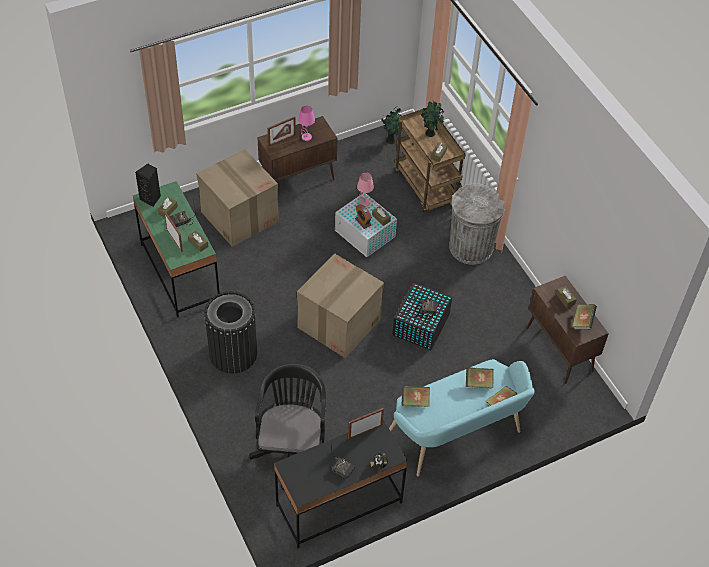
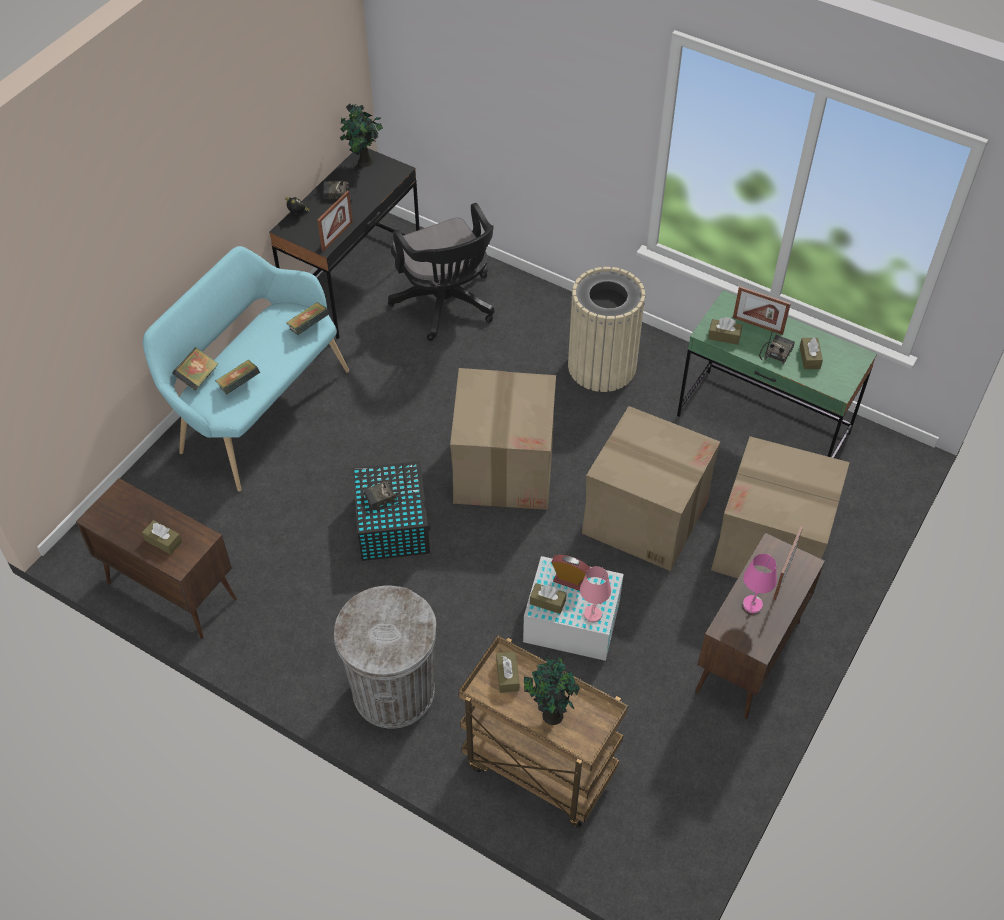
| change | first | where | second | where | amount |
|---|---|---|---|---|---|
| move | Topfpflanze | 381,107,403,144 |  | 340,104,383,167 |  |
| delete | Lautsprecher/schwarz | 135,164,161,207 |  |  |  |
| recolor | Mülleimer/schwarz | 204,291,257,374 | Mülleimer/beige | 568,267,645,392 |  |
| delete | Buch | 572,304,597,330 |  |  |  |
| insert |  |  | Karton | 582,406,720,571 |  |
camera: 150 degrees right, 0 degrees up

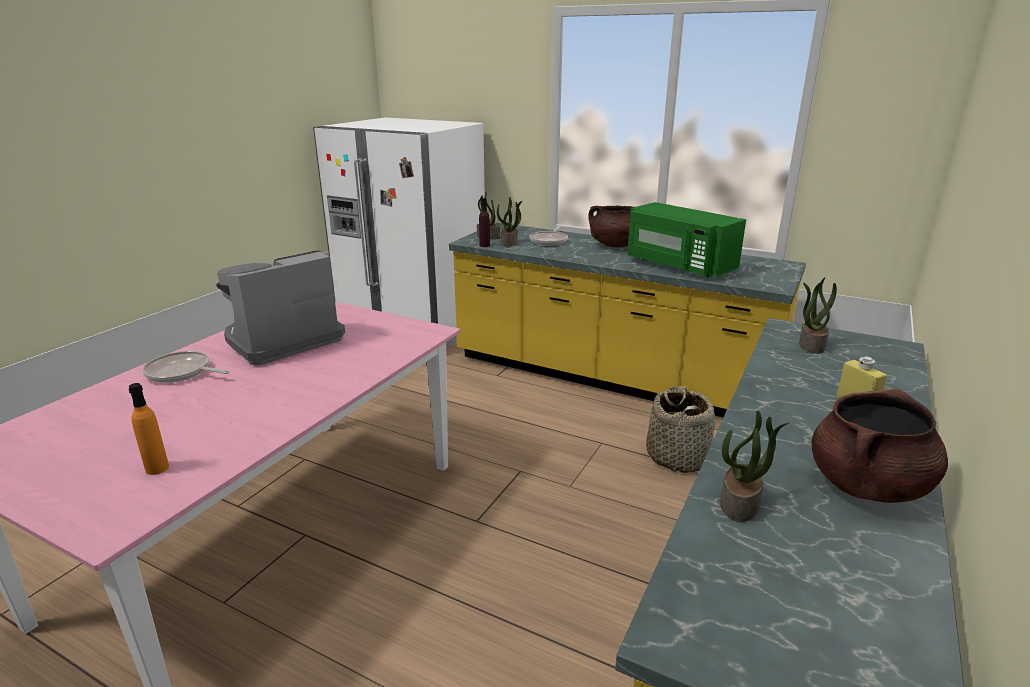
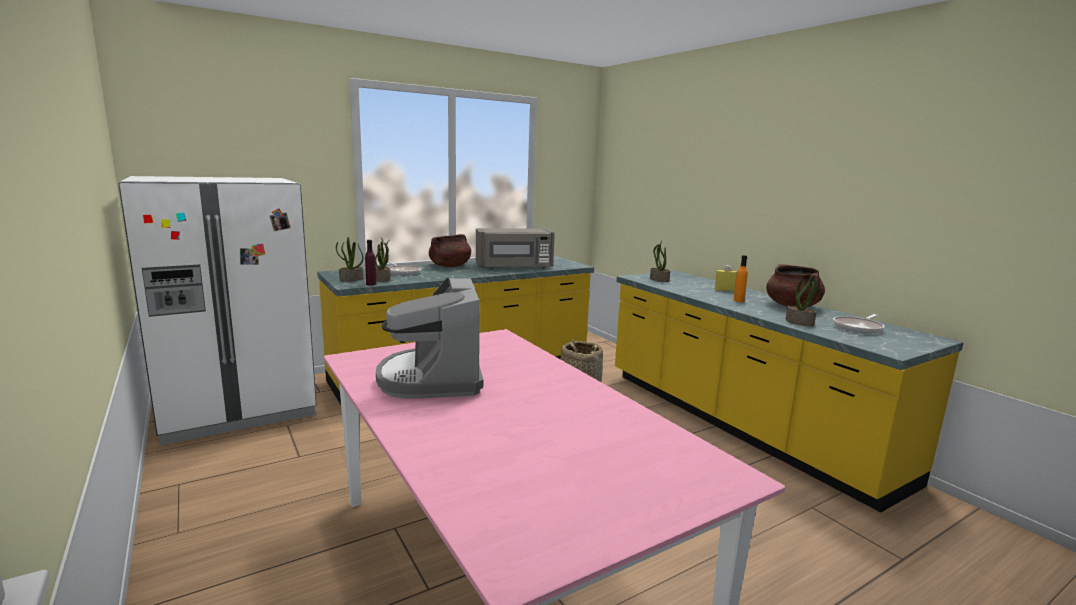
| change | first | where | second | where | amount |
|---|---|---|---|---|---|
| recolor | Mikrowelle/grün | 627,202,746,278 | Mikrowelle/grau | 476,228,555,269 |  |
| move | Pfanne | 142,351,230,383 |  | 833,314,885,334 |  |
| move | Flasche/orange | 129,383,169,475 |  | 734,255,748,302 |  |
camera: 60 degrees left, 10 degrees down

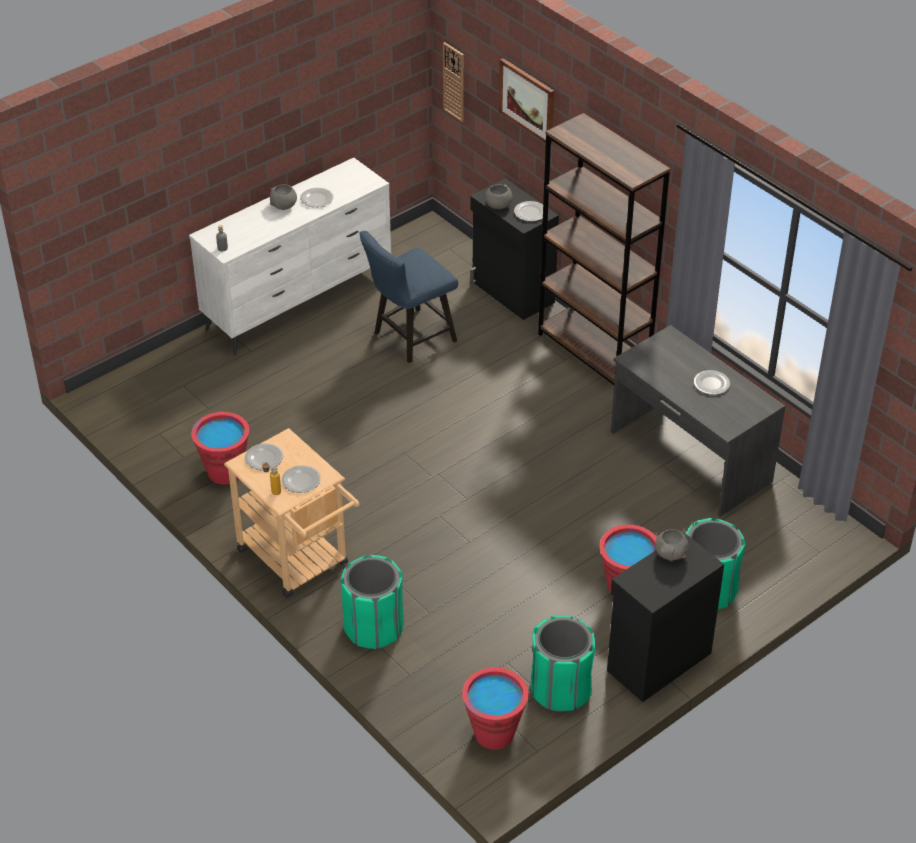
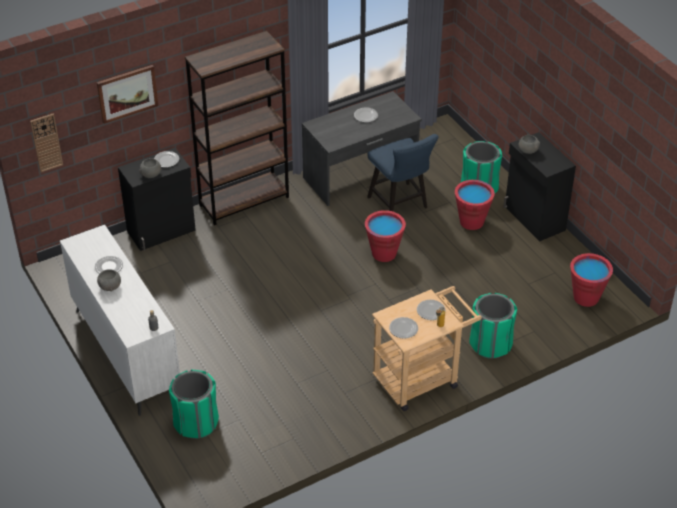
| change | first | where | second | where | amount |
|---|---|---|---|---|---|
| move | Stuhl/blau | 359,231,458,363 |  | 367,134,438,211 |  |
| move | Eimer/rot | 191,412,249,485 |  | 365,210,406,262 |  |
| move | Mülleimer/grün | 531,616,595,712 |  | 169,370,219,439 |  |
camera: 80 degrees left, 0 degrees up

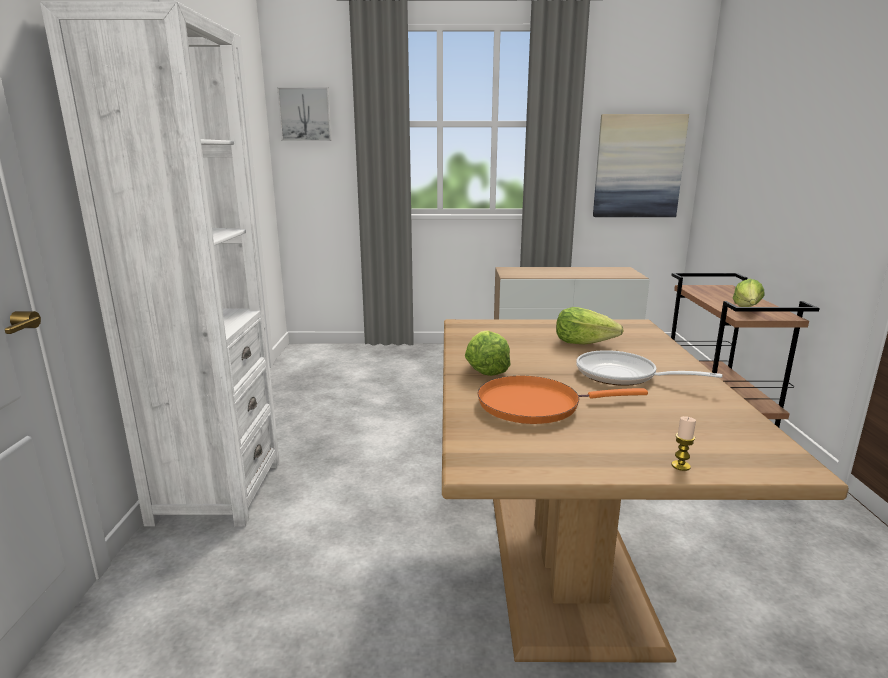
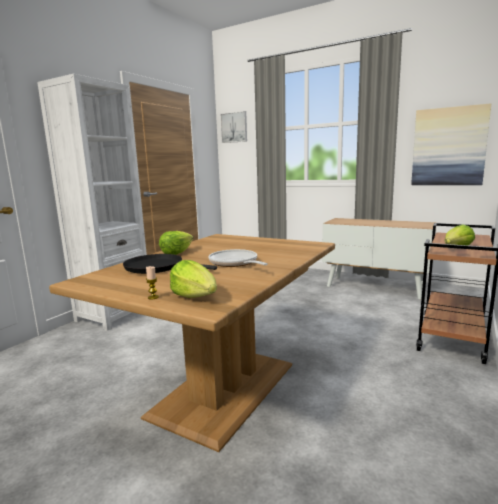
| change | first | where | second | where | amount |
|---|---|---|---|---|---|
| move | Salatkopf | 556,307,624,344 |  | 170,260,217,298 |  |
| recolor | Pfanne/orange | 477,376,648,424 | Pfanne/schwarz | 123,254,217,274 |  |
camera: 30 degrees right, 5 degrees down

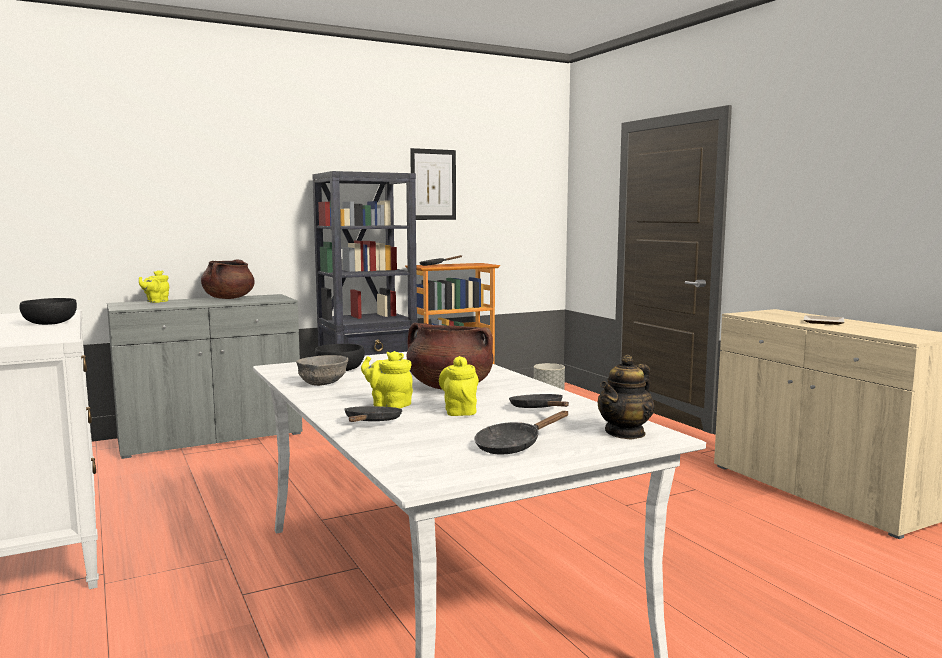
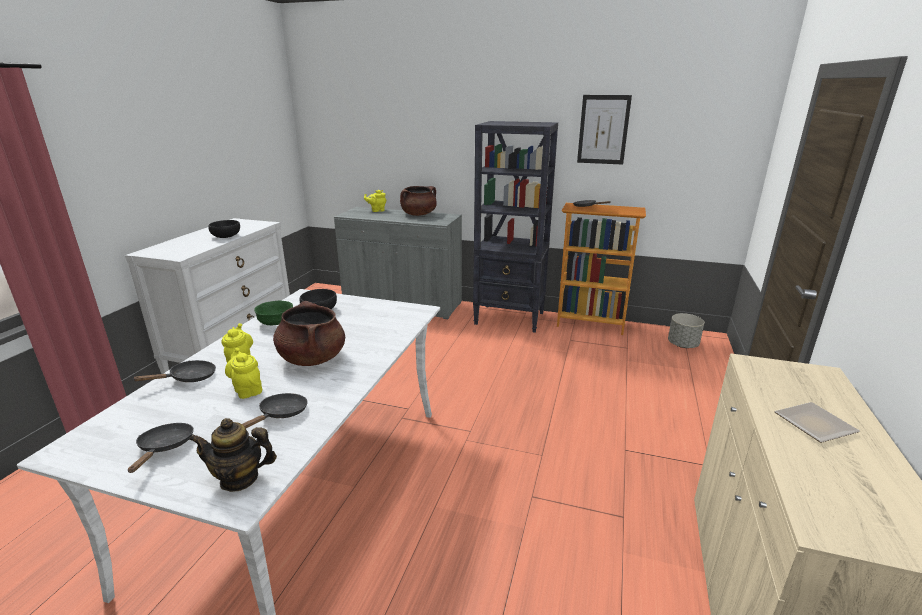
| change | first | where | second | where | amount |
|---|---|---|---|---|---|
| recolor | Schüssel/grau | 296,355,348,386 | Schüssel/grün | 254,301,293,325 |  |
| rotate | Teekanne/gelb | 439,356,479,416 |  | 225,348,262,399 | 75 degrees counterclockwise |
| rotate | Pfanne/schwarz | 474,411,569,454 |  | 128,423,194,473 | 75 degrees clockwise |
camera: 45 degrees right, 15 degrees up

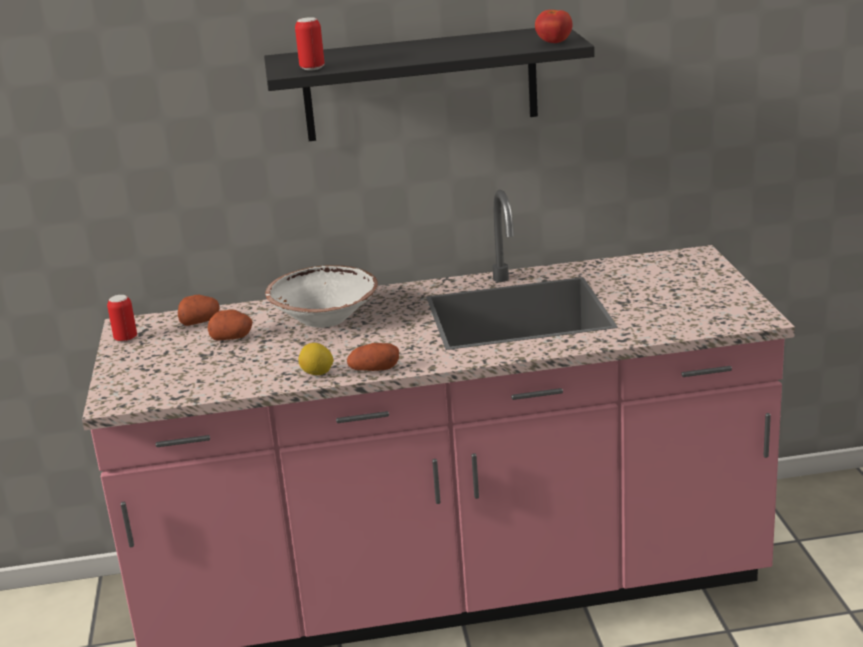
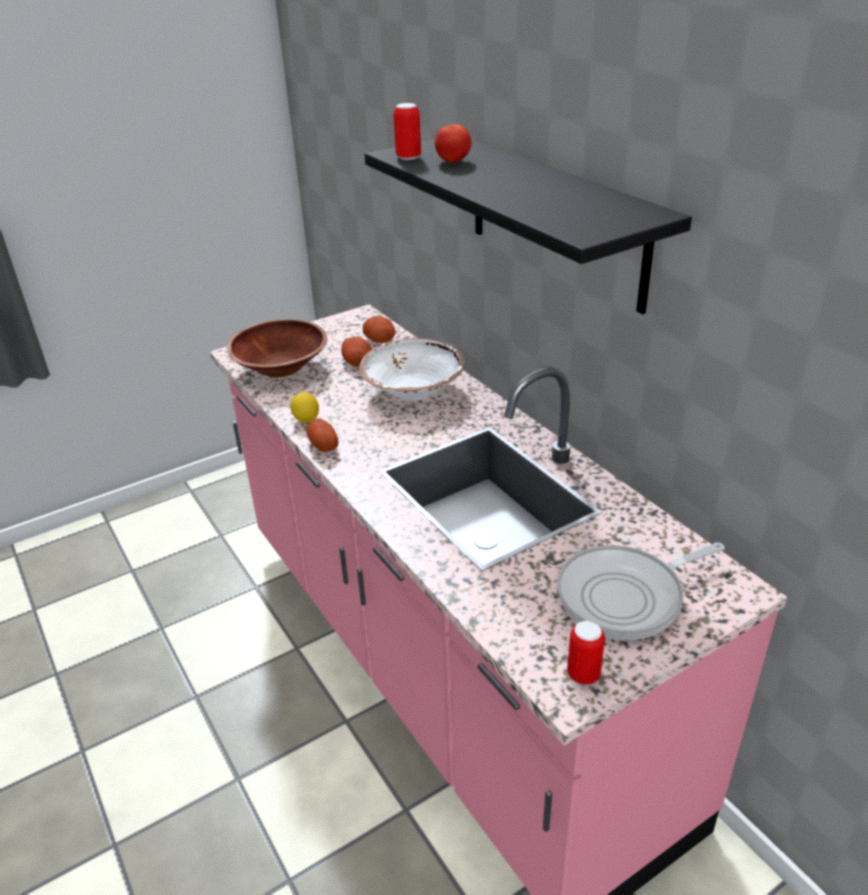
| change | first | where | second | where | amount |
|---|---|---|---|---|---|
| move | Tomate | 535,10,573,43 |  | 435,124,471,163 |  |
| move | Dose | 107,295,137,343 |  | 567,621,605,685 |  |
| insert |  |  | Schüssel/braun | 227,319,327,377 |  |
| insert |  |  | Pfanne | 557,542,725,640 |  |
camera: 65 degrees right, 10 degrees up

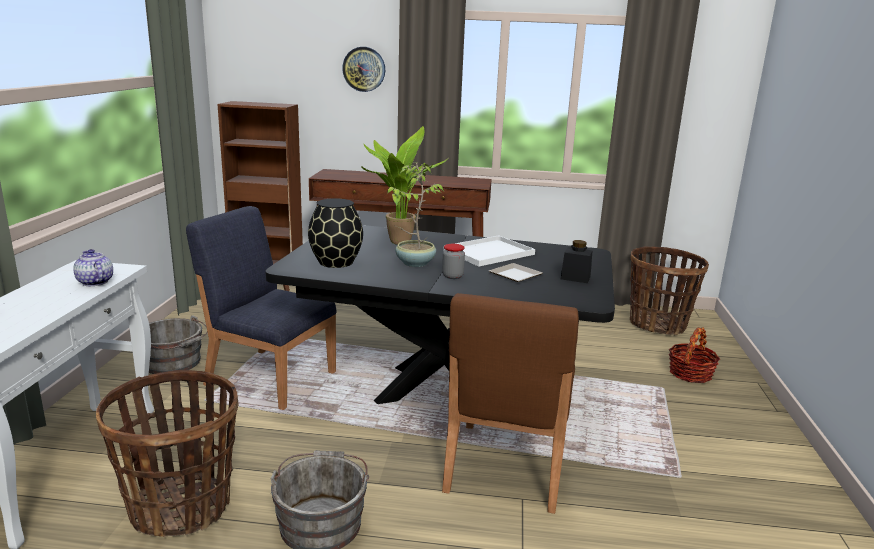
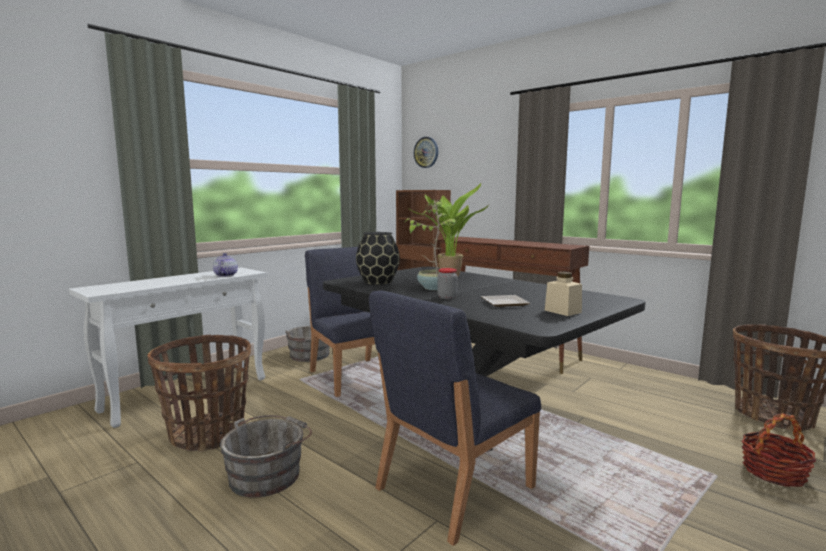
| change | first | where | second | where | amount |
|---|---|---|---|---|---|
| move | Wanduhr | 342,47,385,92 |  | 414,137,438,168 |  |
| delete | Tablett/weiß | 443,235,535,267 |  |  |  |
| recolor | Vorratsglas/schwarz | 561,240,592,283 | Vorratsglas/beige | 544,272,582,316 |  |
| recolor | Stuhl/braun | 442,293,579,514 | Stuhl/blau | 369,291,541,546 |  |
camera: 35 degrees right, 10 degrees down

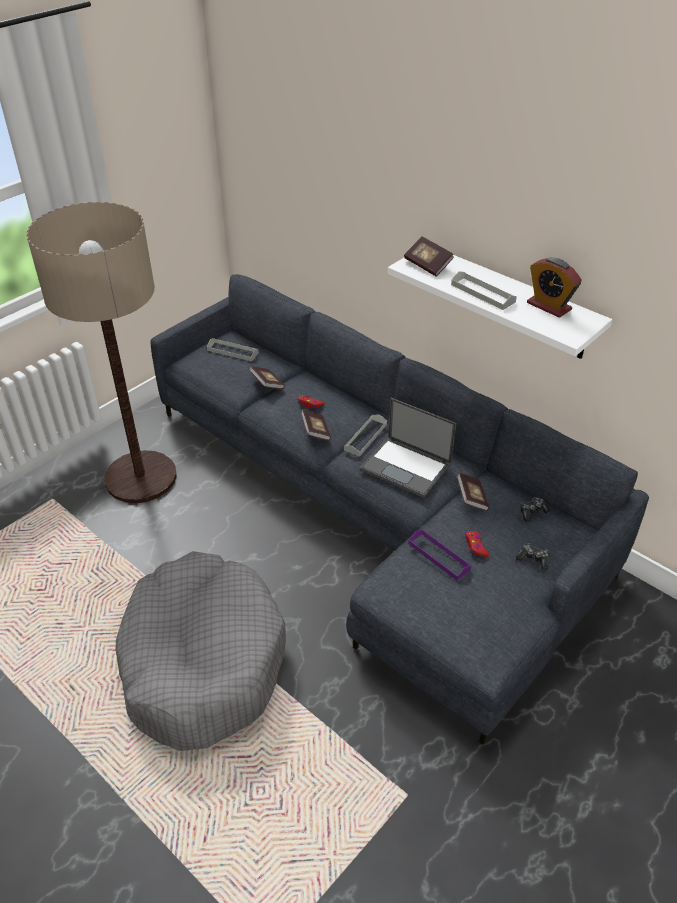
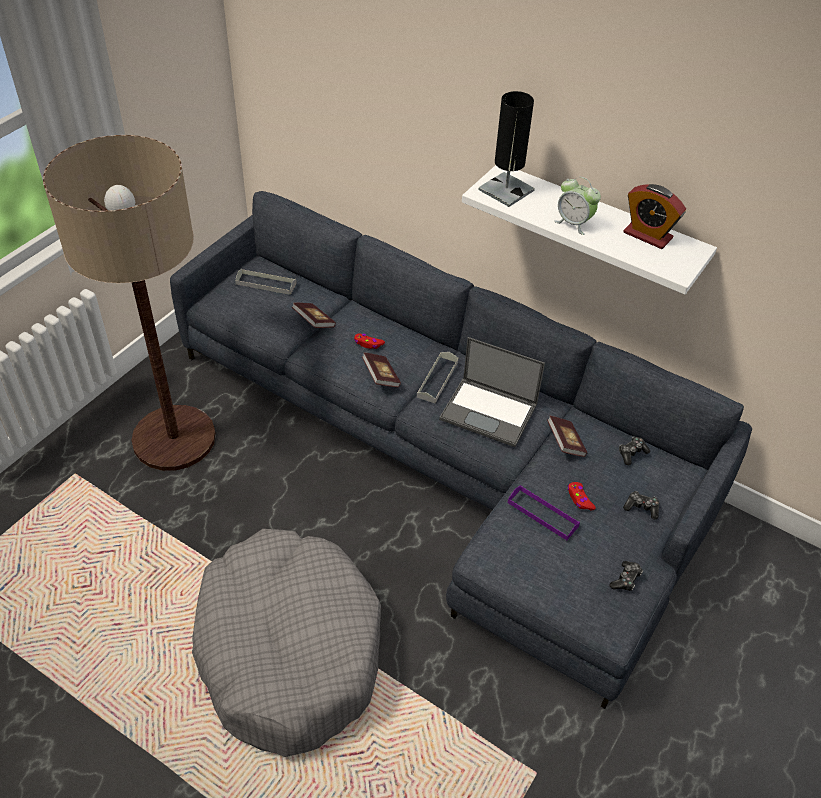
| change | first | where | second | where | amount |
|---|---|---|---|---|---|
| replace | Buch | 404,237,454,277 | Tischlampe/schwarz | 478,91,535,207 |  |
| replace | Tablett/grau | 451,271,517,310 | Wecker | 554,177,601,235 |  |
| insert |  |  | Gamepad | 609,561,643,591 |  |
camera: 10 degrees left, 5 degrees up

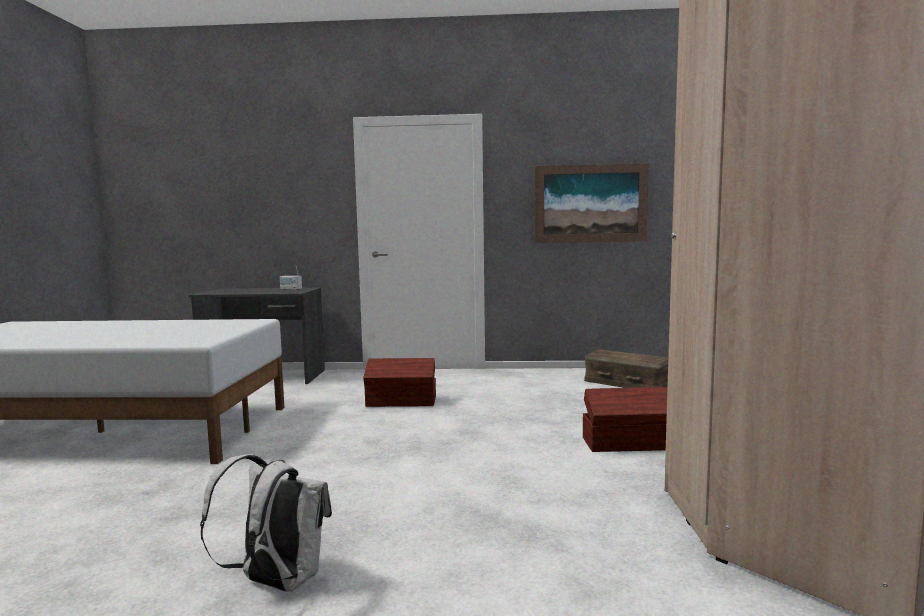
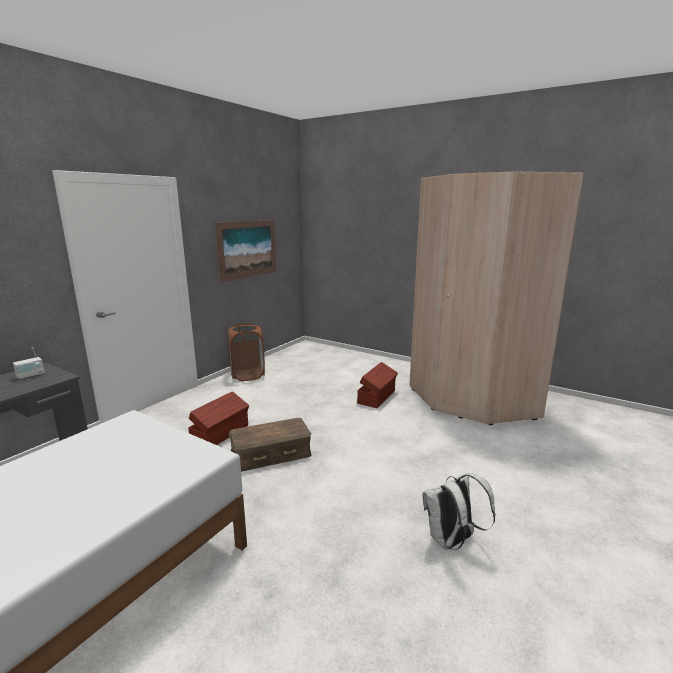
| change | first | where | second | where | amount |
|---|---|---|---|---|---|
| move | Aufbewahrungsbox/braun | 584,350,668,388 |  | 229,418,311,472 |  |
| insert |  |  | Wäschekorb/braun | 228,323,265,381 |  |
camera: 60 degrees left, 10 degrees up

